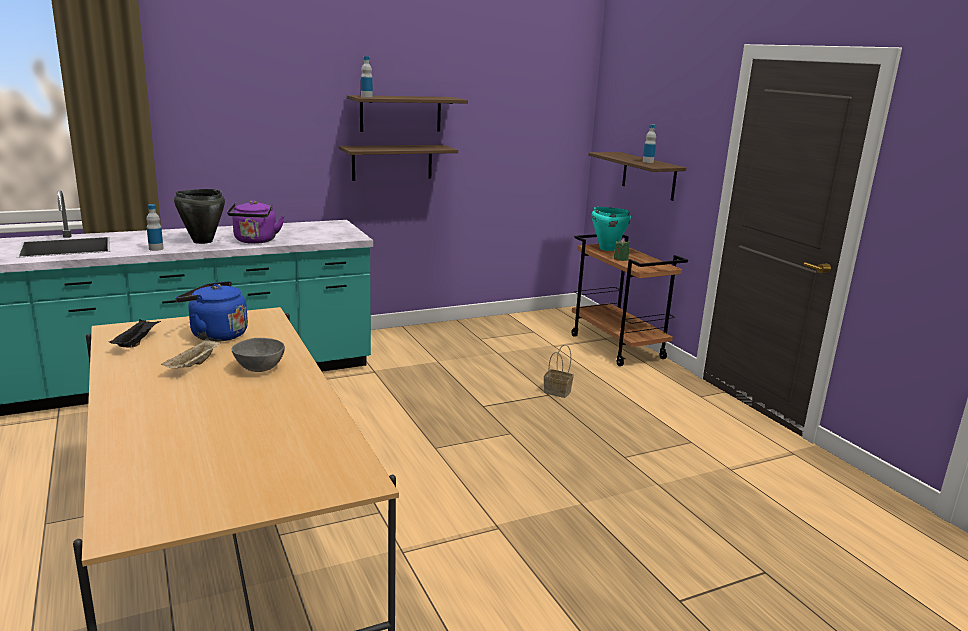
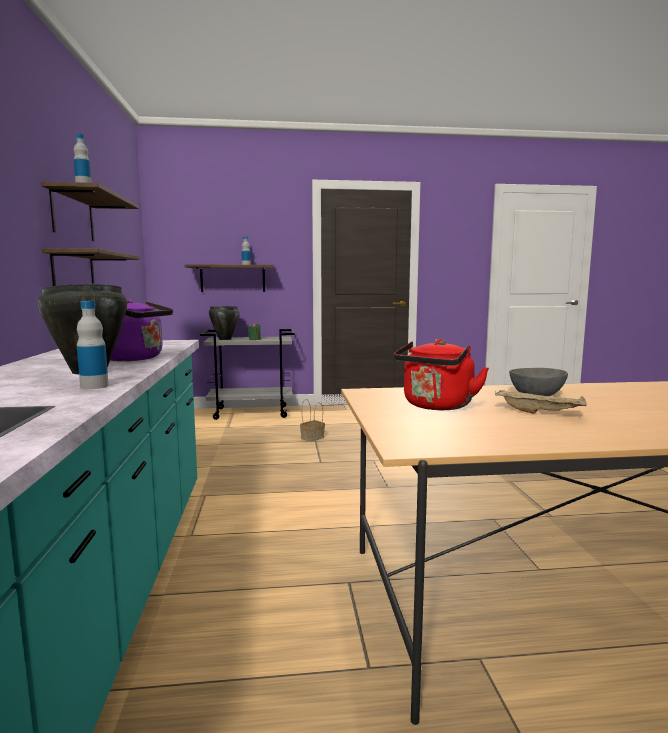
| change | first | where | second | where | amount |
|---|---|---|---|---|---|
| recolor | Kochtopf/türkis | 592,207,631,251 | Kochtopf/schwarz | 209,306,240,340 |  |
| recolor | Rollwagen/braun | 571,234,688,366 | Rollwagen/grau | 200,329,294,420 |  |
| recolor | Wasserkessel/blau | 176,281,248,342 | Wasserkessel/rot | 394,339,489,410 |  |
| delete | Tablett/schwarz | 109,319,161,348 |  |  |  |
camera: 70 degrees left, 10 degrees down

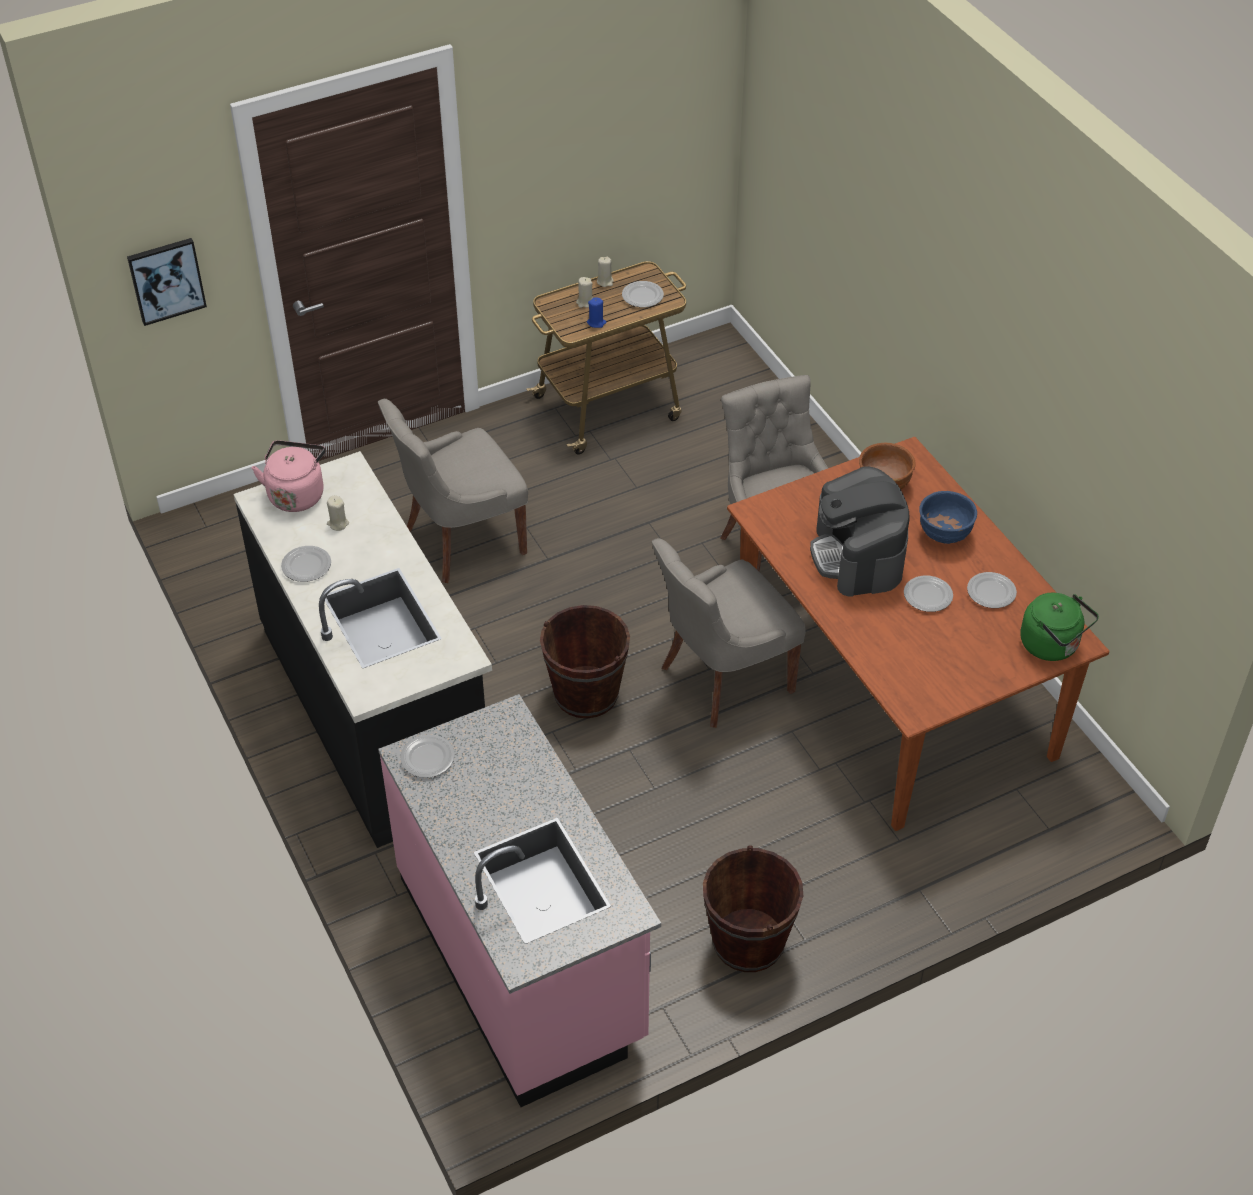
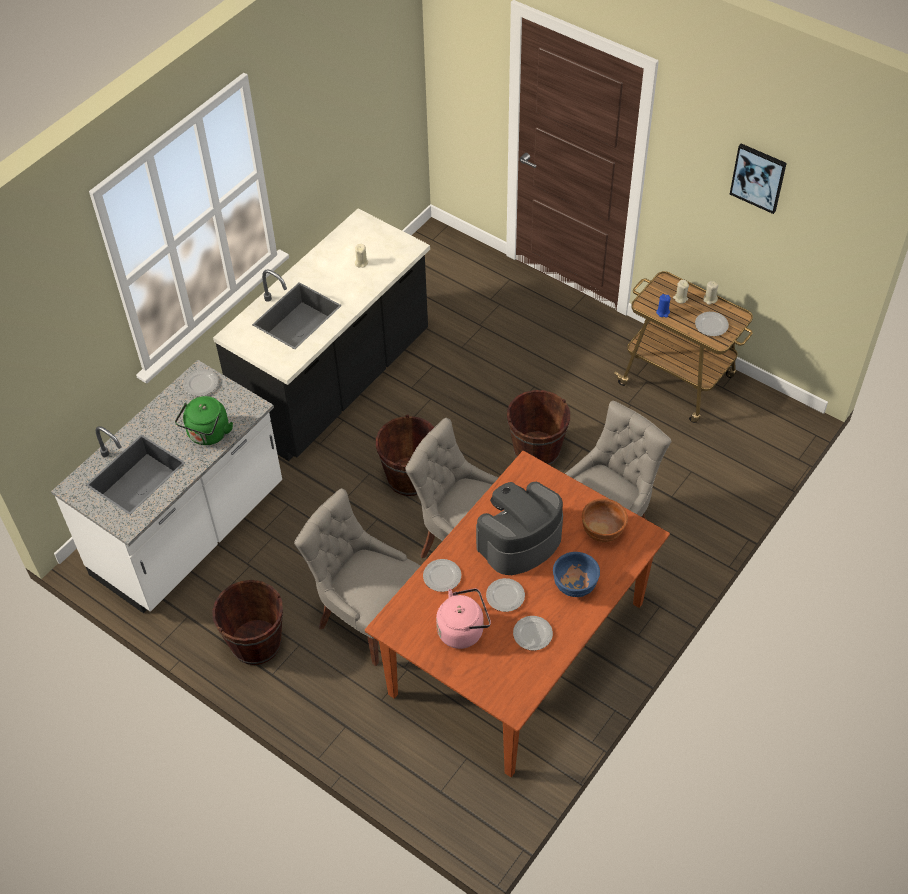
| change | first | where | second | where | amount |
|---|---|---|---|---|---|
| move | Bild | 127,238,207,326 |  | 730,143,787,214 |  |
| move | Stuhl/grau | 378,399,528,583 |  | 294,488,420,666 |  |
| move | Wasserkessel/rosa | 252,440,325,512 |  | 436,588,491,649 |  |
| move | Teller | 281,546,331,582 |  | 423,559,461,592 |  |
| move | Wasserkessel/grün | 1020,593,1099,661 |  | 175,396,233,445 |  |
| recolor | Küchenzeile/rosa | 378,694,661,1107 | Küchenzeile/weiß | 51,360,282,613 |  |
| insert |  |  | Eimer/braun | 507,390,570,466 |  |
camera: 65 degrees right, 5 degrees up

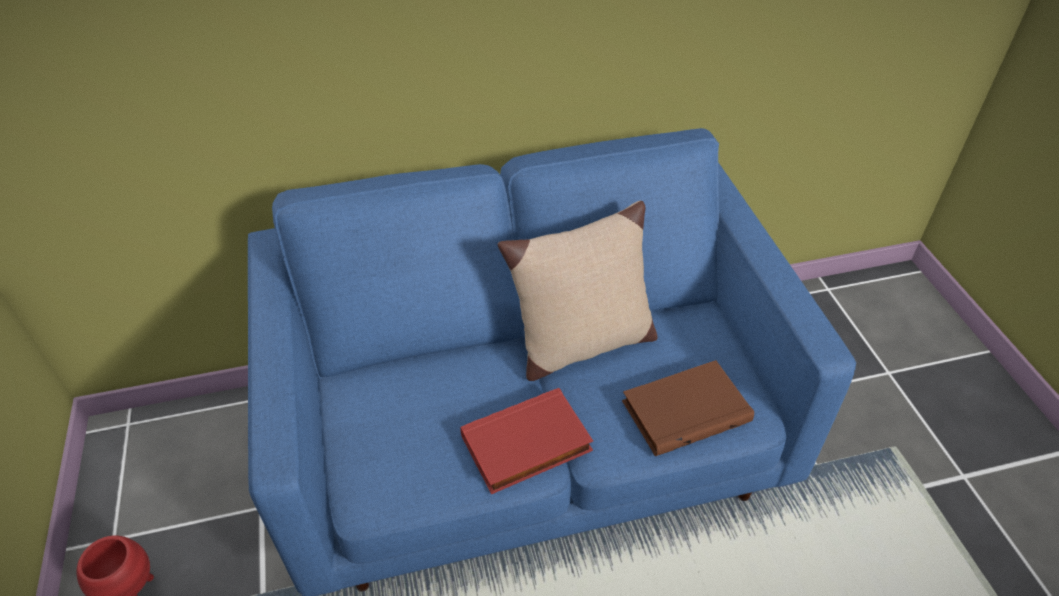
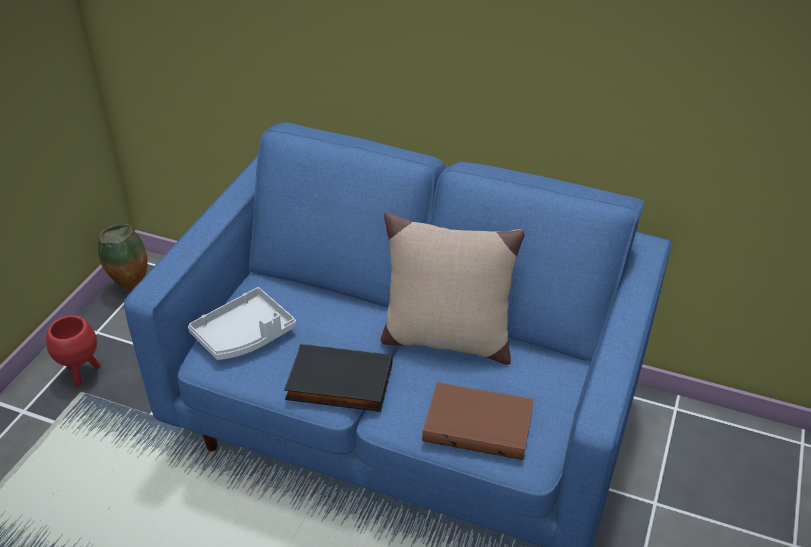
| change | first | where | second | where | amount |
|---|---|---|---|---|---|
| recolor | Buch/rot | 460,388,593,494 | Buch/schwarz | 284,344,392,412 |  |
| insert |  |  | Vase | 98,224,148,291 |  |
| insert |  |  | Tablett/grau | 188,287,296,360 |  |
camera: 35 degrees right, 5 degrees down

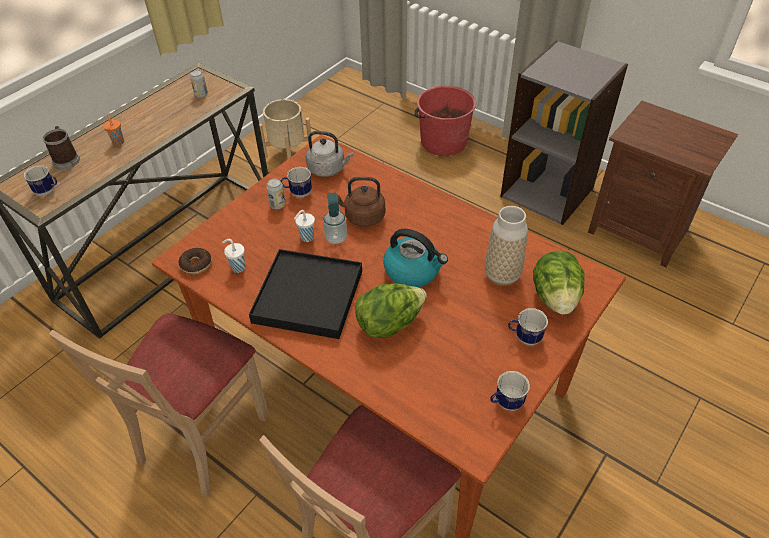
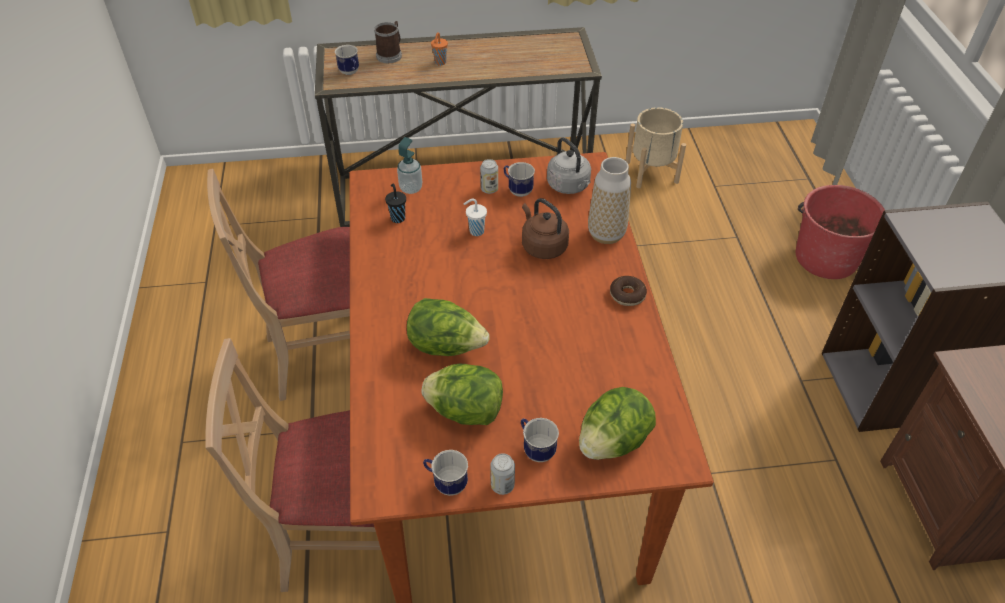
| change | first | where | second | where | amount |
|---|---|---|---|---|---|
| move | Dose | 190,70,208,98 |  | 490,453,515,495 |  |
| move | Seifenspender | 323,193,347,244 |  | 397,137,422,194 |  |
| move | Vase | 485,206,528,286 |  | 588,157,631,244 |  |
| delete | Wasserkessel | 383,229,448,287 |  |  |  |
| recolor | Tasse/weiß | 222,239,246,273 | Tasse/schwarz | 385,184,406,223 |  |
| move | Donut | 179,248,212,274 |  | 610,276,647,306 |  |
| delete | Tablett/schwarz | 249,249,362,339 |  |  |  |
| insert |  |  | Salatkopf | 422,364,503,425 |  |
camera: 45 degrees right, 0 degrees up

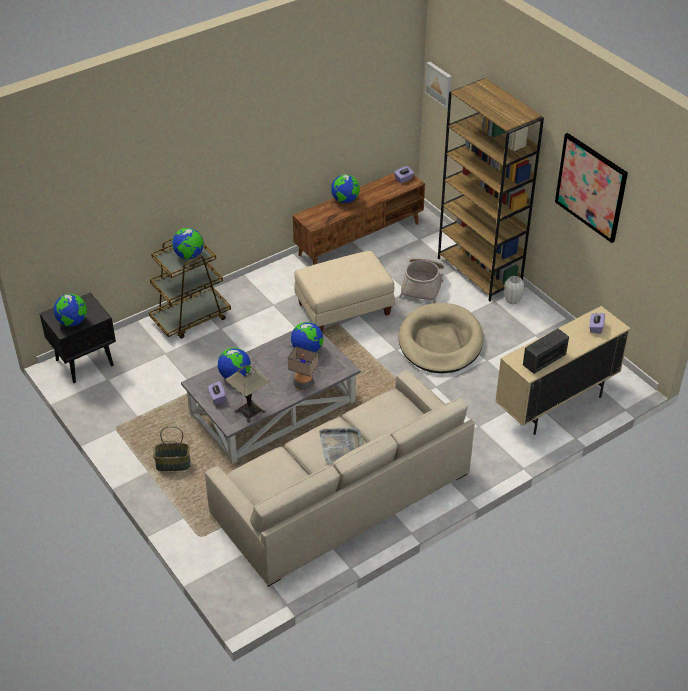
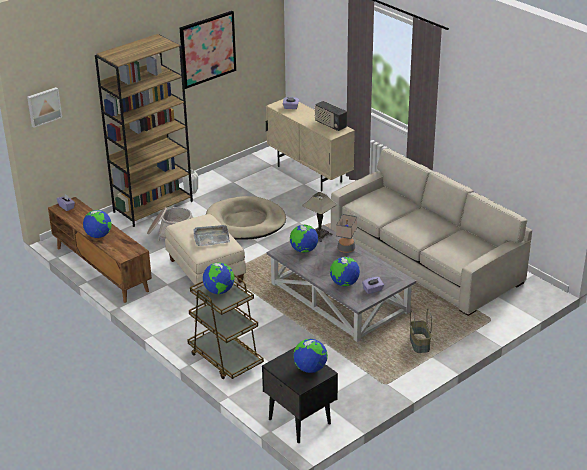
| change | first | where | second | where | amount |
|---|---|---|---|---|---|
| move | Tischlampe | 226,365,270,423 |  | 302,192,338,242 |  |
| move | Tablett/grau | 319,428,362,464 |  | 194,225,230,246 |  |
camera: 95 degrees left, 10 degrees down

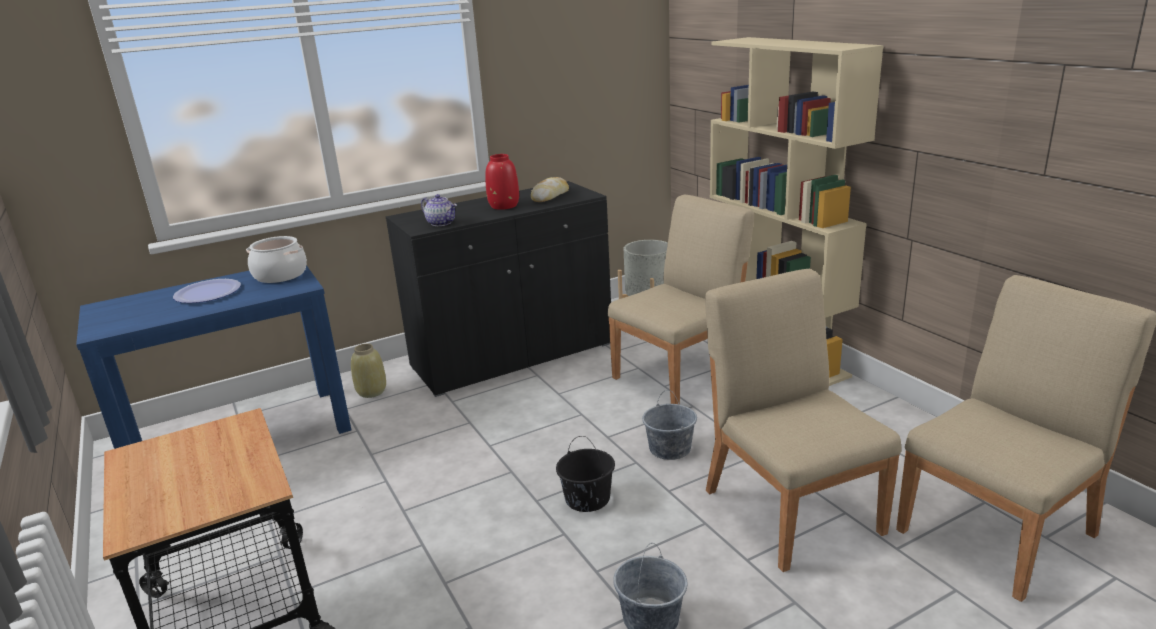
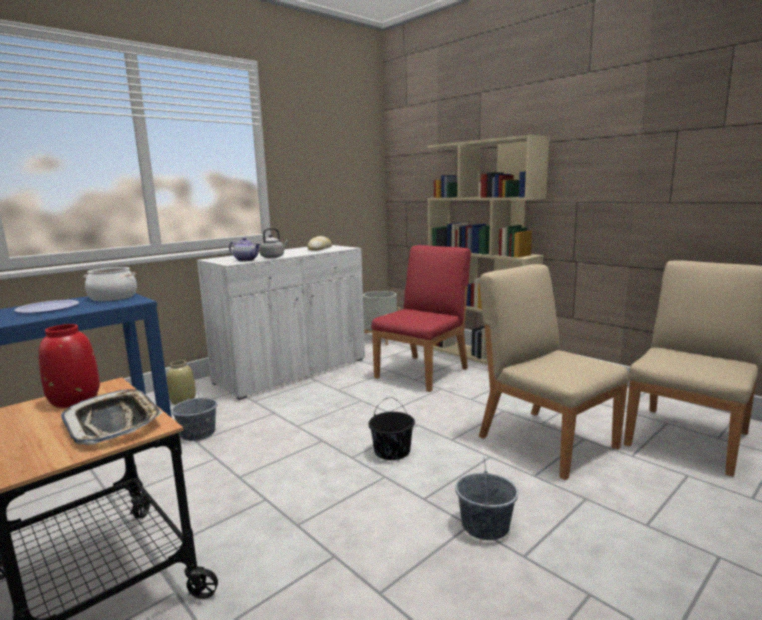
| change | first | where | second | where | amount |
|---|---|---|---|---|---|
| move | Vase/rot | 485,154,519,210 |  | 39,324,100,408 |  |
| recolor | Schrank/schwarz | 386,181,611,397 | Schrank/weiß | 197,245,365,400 |  |
| recolor | Stuhl/beige | 608,195,754,405 | Stuhl/rot | 371,245,471,392 |  |
| move | Eimer/grau | 642,390,697,460 |  | 171,384,218,441 |  |
| insert |  |  | Wasserkessel/grau | 259,228,289,258 |  |
| insert |  |  | Tablett | 61,389,163,445 |  |
camera: 15 degrees left, 10 degrees down

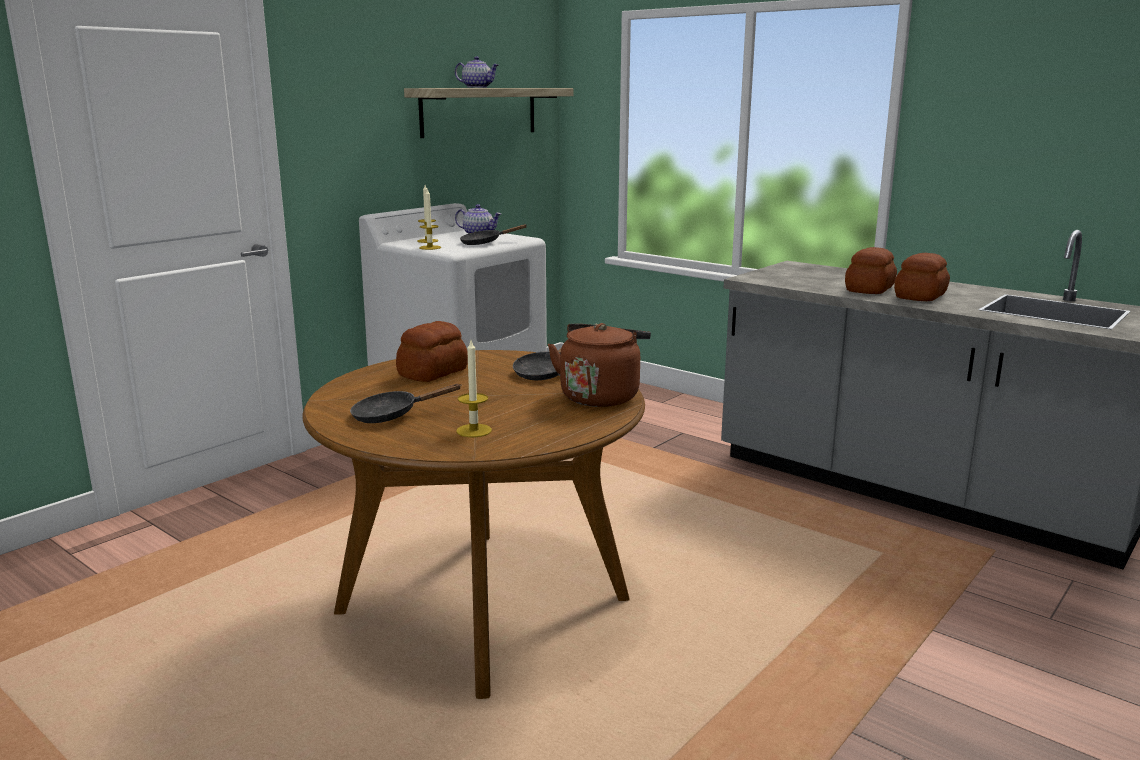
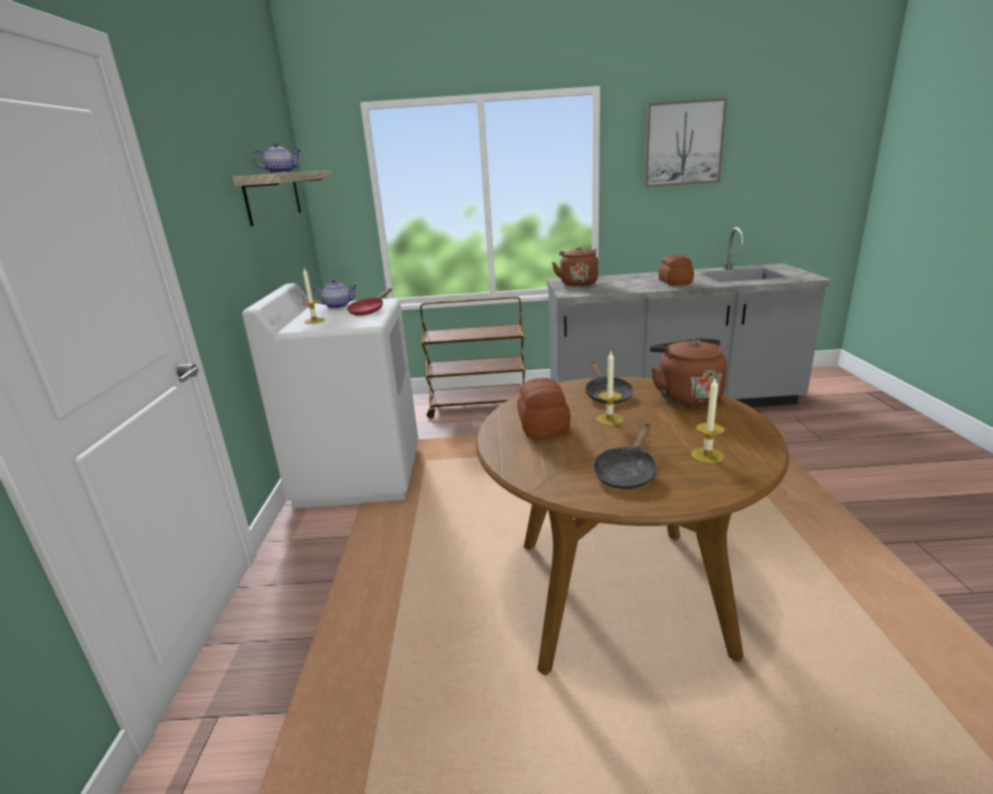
| change | first | where | second | where | amount |
|---|---|---|---|---|---|
| move | Kerze | 419,189,441,250 |  | 596,352,624,426 |  |
| recolor | Pfanne/schwarz | 460,224,526,245 | Pfanne/rot | 347,288,392,316 |  |
| delete | Brot | 845,247,897,294 |  |  |  |
| insert |  |  | Bild | 644,98,727,187 |  |
| insert |  |  | Wasserkessel/braun | 552,247,598,286 |  |
| insert |  |  | Rollwagen/braun | 420,296,525,418 |  |
camera: 40 degrees left, 5 degrees up

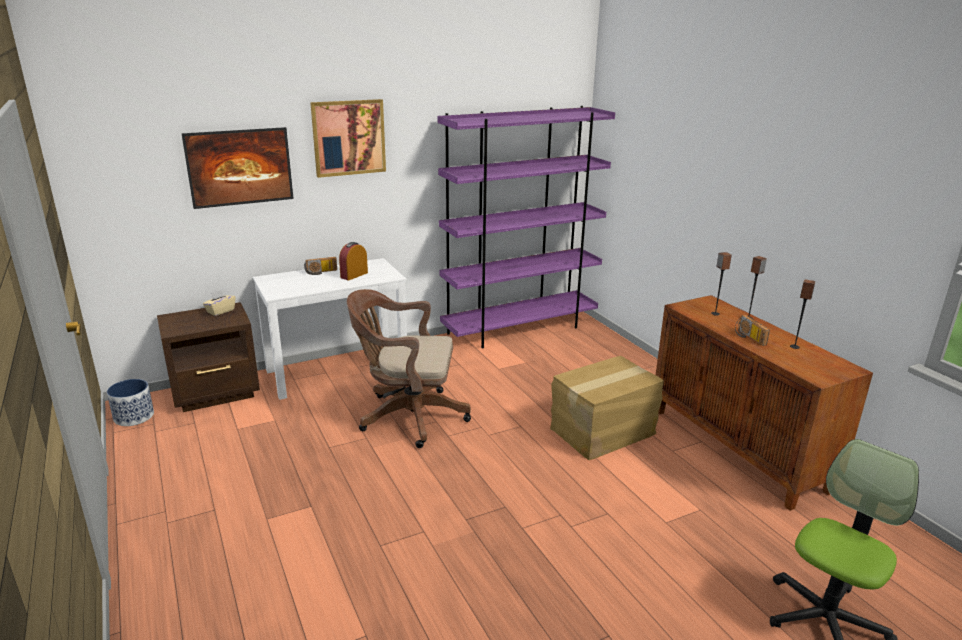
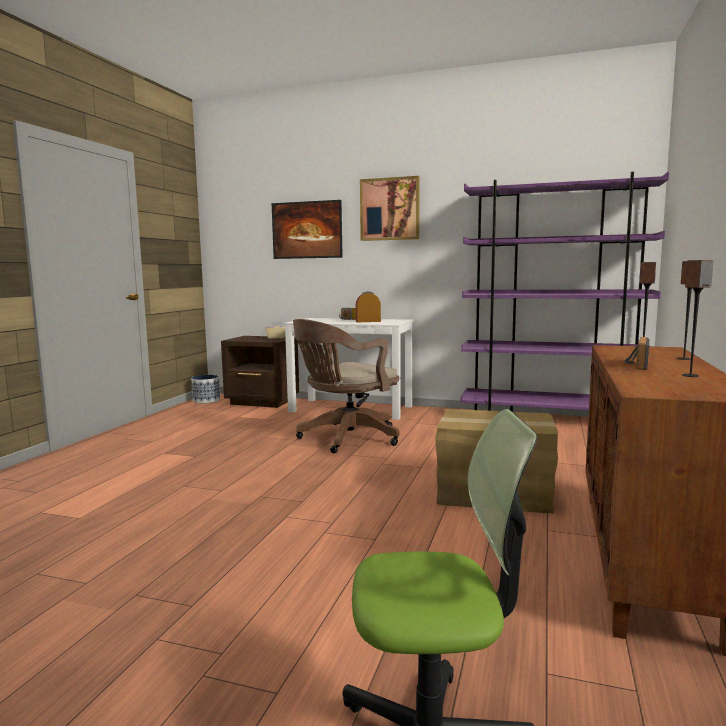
| change | first | where | second | where | amount |
|---|---|---|---|---|---|
| rotate | Bürostuhl/braun | 347,289,471,448 |  | 293,319,399,453 | 90 degrees counterclockwise |
camera: 45 degrees right, 15 degrees down

